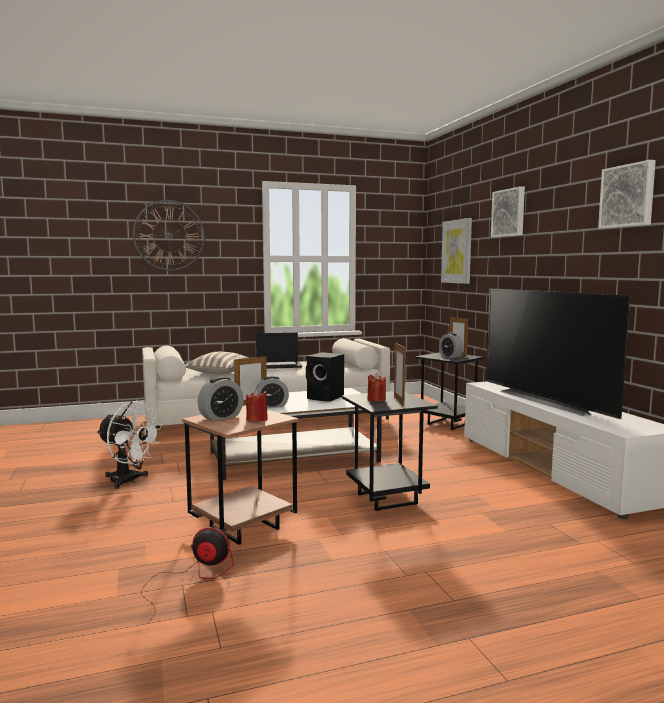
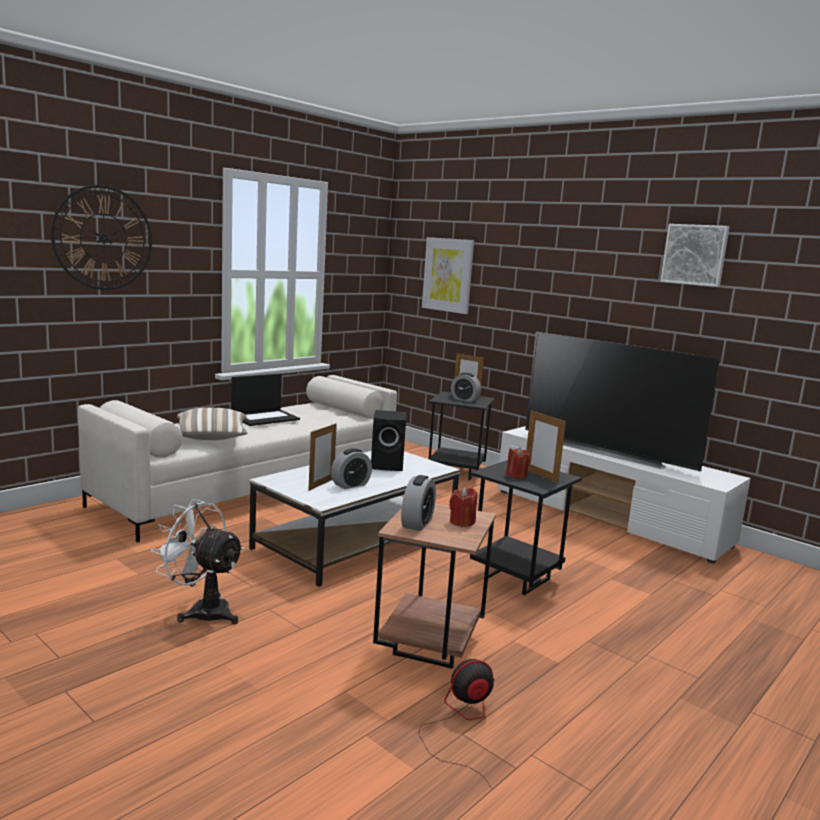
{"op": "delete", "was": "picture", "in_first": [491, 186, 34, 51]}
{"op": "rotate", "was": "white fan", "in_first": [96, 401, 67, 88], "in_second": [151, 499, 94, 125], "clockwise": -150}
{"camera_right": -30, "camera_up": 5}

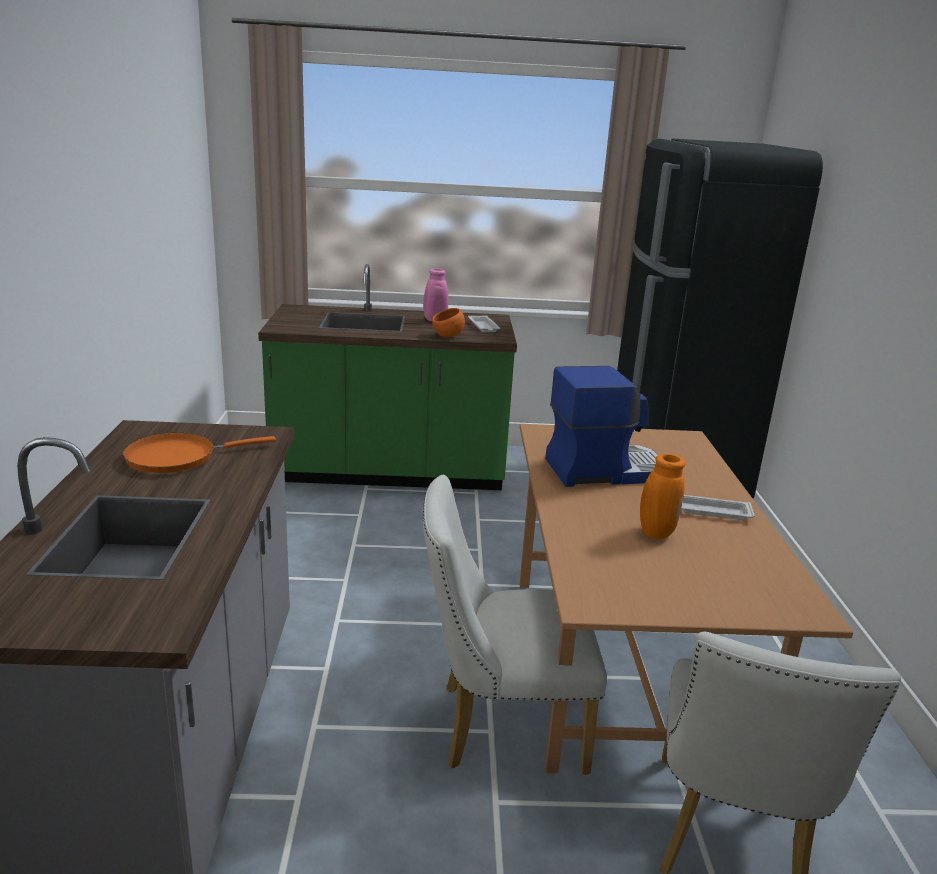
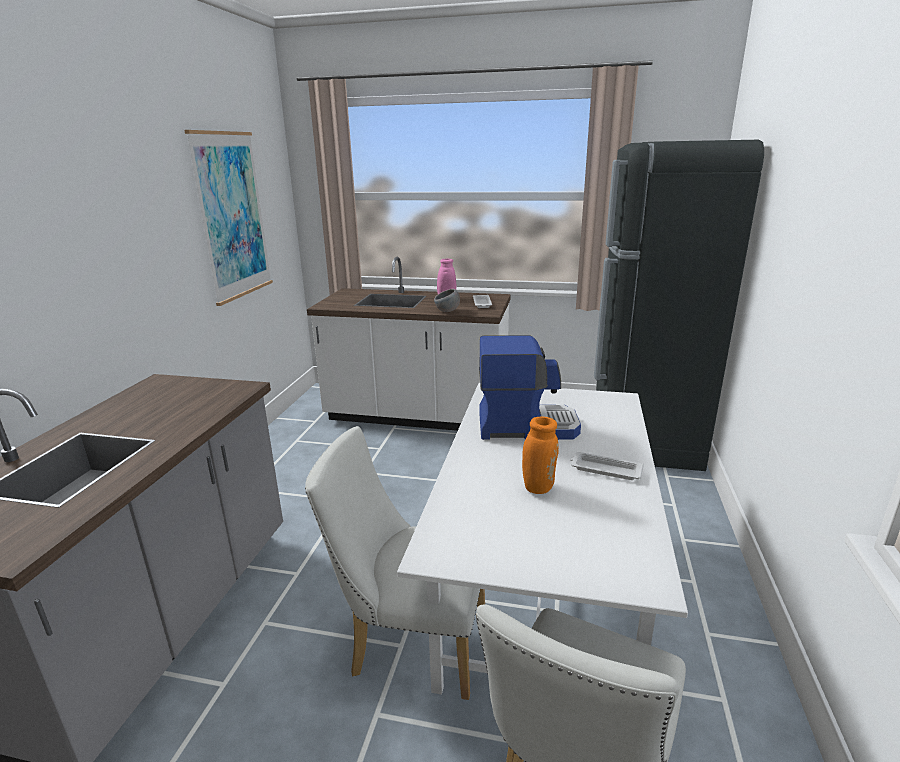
{"op": "delete", "was": "orange frying pan", "in_first": [123, 433, 153, 40]}
{"op": "insert", "now": "picture", "in_second": [185, 130, 88, 176]}
{"op": "recolor", "was": "green counter", "now": "white counter", "in_first": [258, 264, 259, 226], "in_second": [307, 257, 204, 174]}
{"op": "recolor", "was": "orange bowl", "now": "grey bowl", "in_first": [432, 308, 33, 29], "in_second": [434, 289, 26, 23]}
{"op": "recolor", "was": "brown dining table", "now": "white dining table", "in_first": [520, 424, 334, 349], "in_second": [397, 383, 291, 312]}
{"camera_right": 15, "camera_up": 0}

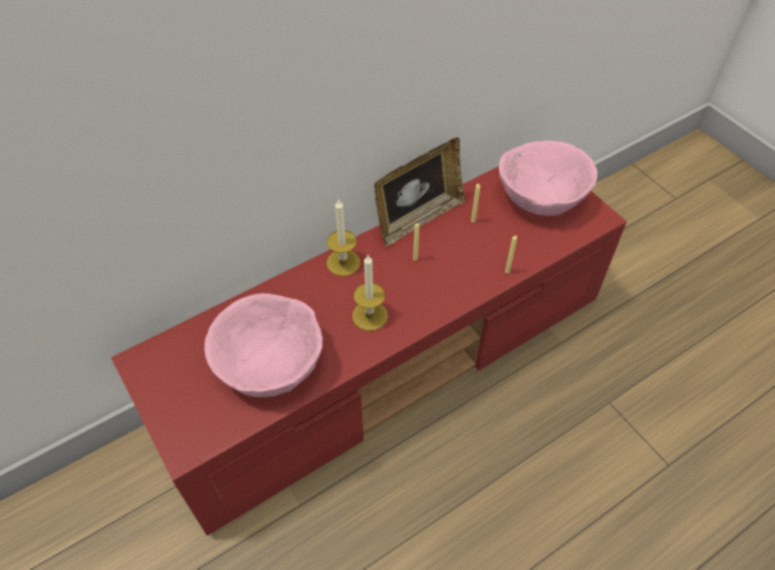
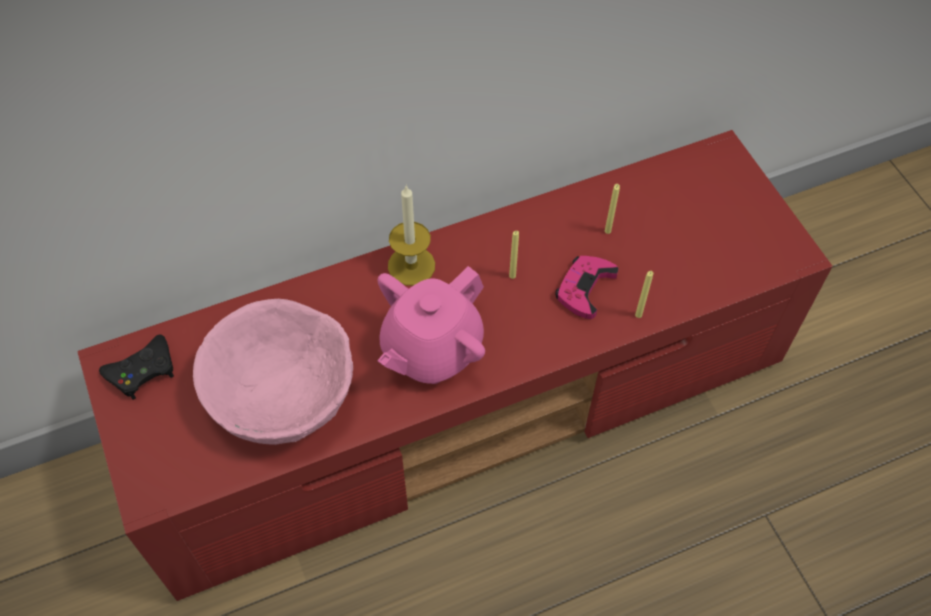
{"op": "delete", "was": "picture frame", "in_first": [374, 138, 91, 109]}
{"op": "delete", "was": "pink bowl", "in_first": [499, 141, 99, 75]}
{"op": "insert", "now": "black game controller", "in_second": [99, 335, 75, 65]}
{"op": "insert", "now": "pink game controller", "in_second": [555, 256, 64, 63]}
{"op": "replace", "was": "candle", "now": "pink teapot", "in_first": [352, 255, 36, 76], "in_second": [377, 266, 108, 118]}
{"camera_right": 10, "camera_up": 5}

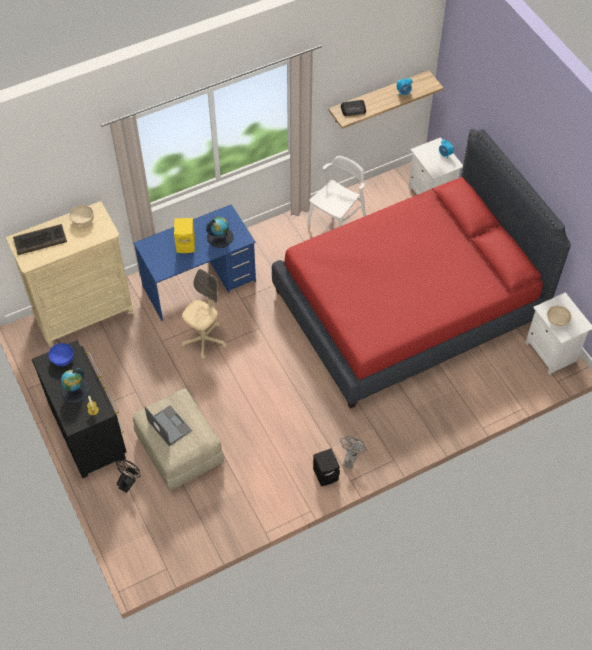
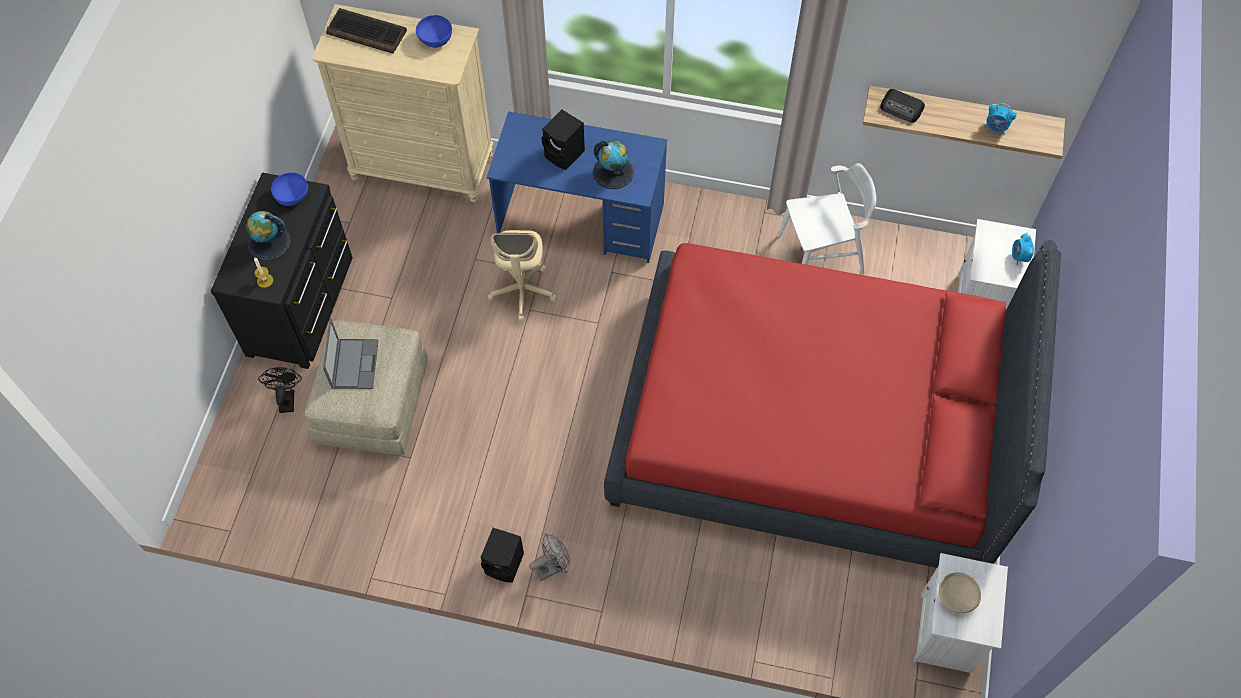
{"op": "recolor", "was": "beige bowl", "now": "blue bowl", "in_first": [69, 205, 25, 21], "in_second": [416, 15, 36, 33]}
{"op": "recolor", "was": "yellow speaker", "now": "black speaker", "in_first": [174, 218, 21, 35], "in_second": [542, 110, 43, 60]}
{"op": "rotate", "was": "black fan", "in_first": [116, 460, 25, 33], "in_second": [258, 367, 44, 46], "clockwise": -75}
{"op": "rotate", "was": "beige office chair", "in_first": [182, 269, 45, 90], "in_second": [488, 230, 69, 92], "clockwise": 105}
{"camera_right": 40, "camera_up": 5}

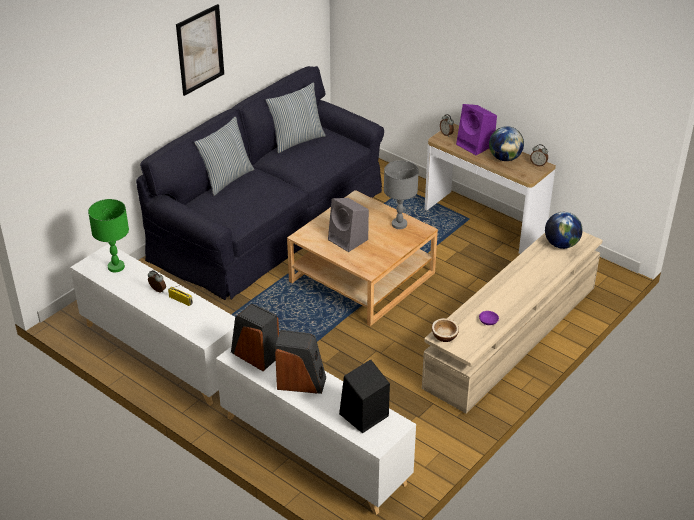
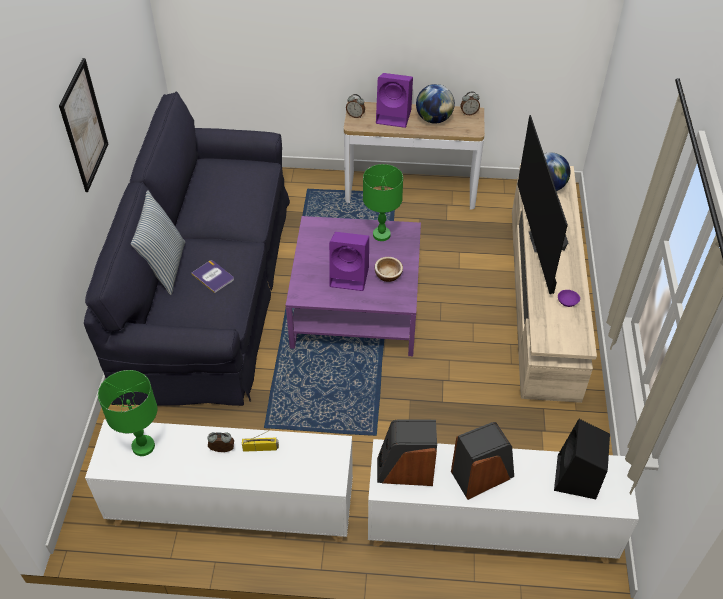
{"op": "delete", "was": "pillow", "in_first": [266, 83, 60, 70]}
{"op": "insert", "now": "book", "in_second": [191, 260, 43, 33]}
{"op": "insert", "now": "television", "in_second": [517, 115, 51, 179]}
{"op": "move", "was": "bowl", "in_first": [432, 318, 27, 24], "in_second": [375, 257, 28, 25]}
{"op": "recolor", "was": "beige coffee table", "now": "purple coffee table", "in_first": [287, 190, 151, 136], "in_second": [286, 216, 135, 140]}
{"op": "recolor", "was": "grey speaker", "now": "purple speaker", "in_first": [328, 198, 41, 54], "in_second": [329, 232, 40, 59]}
{"op": "recolor", "was": "grey table lamp", "now": "green table lamp", "in_first": [384, 160, 35, 69], "in_second": [363, 164, 40, 77]}
{"camera_right": -35, "camera_up": 10}

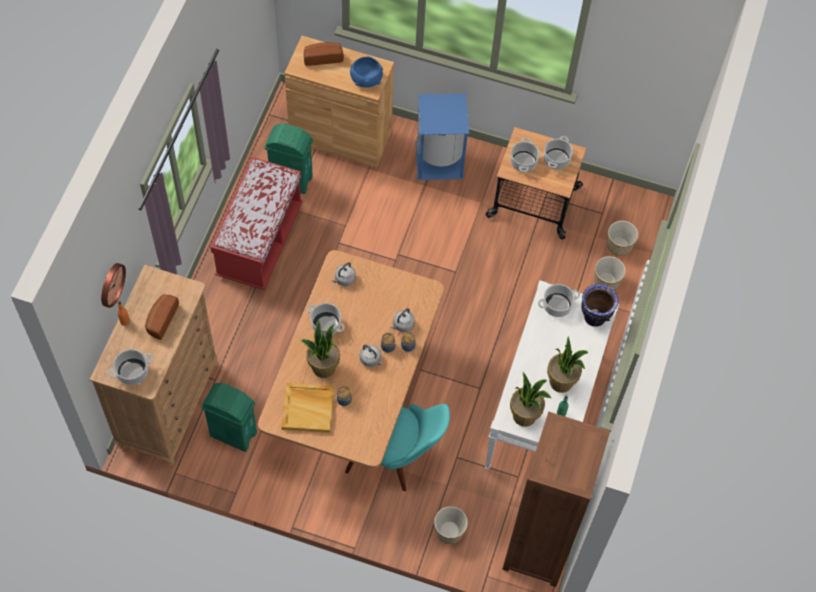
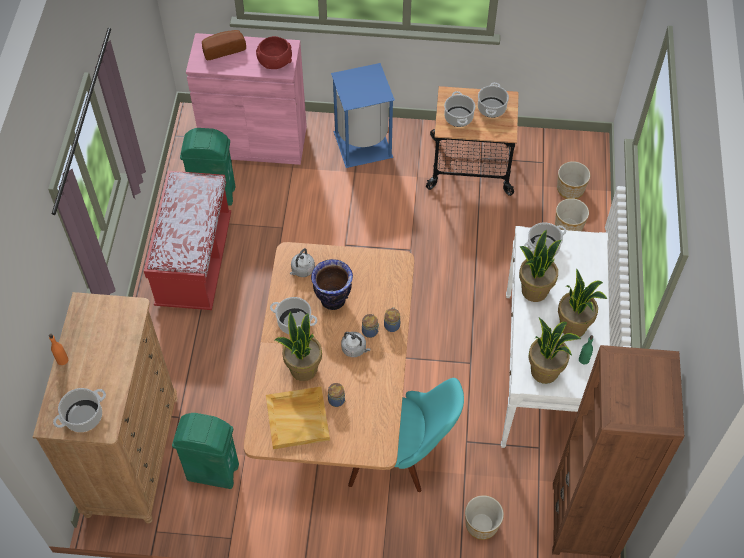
{"op": "delete", "was": "wall clock", "in_first": [101, 263, 25, 45]}
{"op": "delete", "was": "bread", "in_first": [145, 294, 34, 46]}
{"op": "delete", "was": "grey kettle", "in_first": [390, 308, 25, 24]}
{"op": "insert", "now": "potted plant", "in_second": [519, 230, 42, 72]}
{"op": "move", "was": "vase", "in_first": [581, 284, 38, 43], "in_second": [311, 259, 42, 51]}
{"op": "recolor", "was": "brown cabinet", "now": "pink cabinet", "in_first": [285, 36, 109, 132], "in_second": [186, 33, 121, 132]}
{"op": "recolor", "was": "blue bowl", "now": "red bowl", "in_first": [350, 56, 33, 32], "in_second": [256, 36, 36, 33]}
{"camera_right": -10, "camera_up": -5}

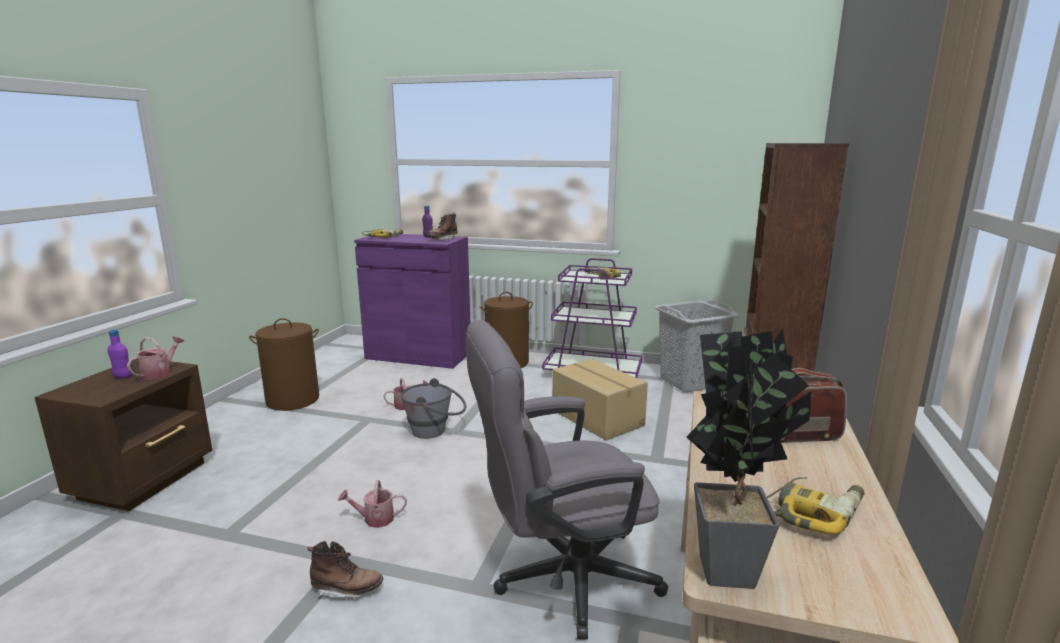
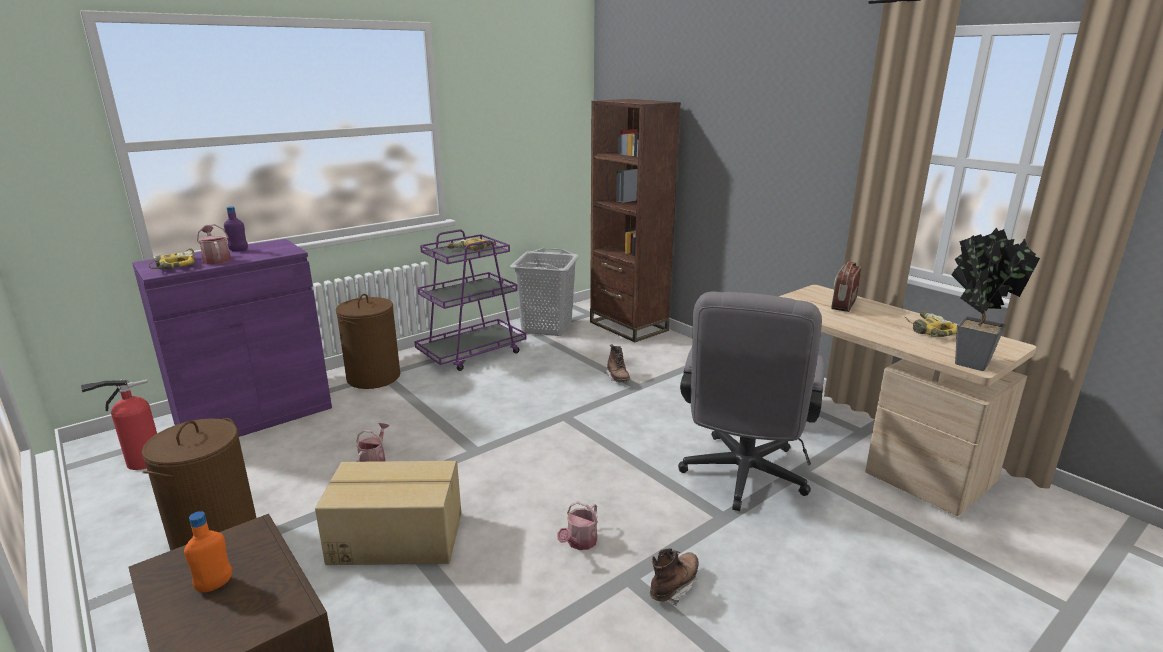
{"op": "delete", "was": "grey bucket", "in_first": [400, 378, 66, 61]}
{"op": "insert", "now": "fire extinguisher", "in_second": [81, 379, 76, 91]}
{"op": "move", "was": "watering can", "in_first": [127, 336, 57, 44], "in_second": [197, 224, 34, 41]}
{"op": "move", "was": "brown boot", "in_first": [427, 213, 31, 27], "in_second": [604, 344, 26, 38]}
{"op": "move", "was": "cardboard box", "in_first": [552, 359, 96, 82], "in_second": [315, 461, 146, 104]}
{"op": "recolor", "was": "purple bottle", "now": "orange bottle", "in_first": [107, 330, 25, 49], "in_second": [184, 511, 48, 82]}
{"camera_right": -55, "camera_up": 5}

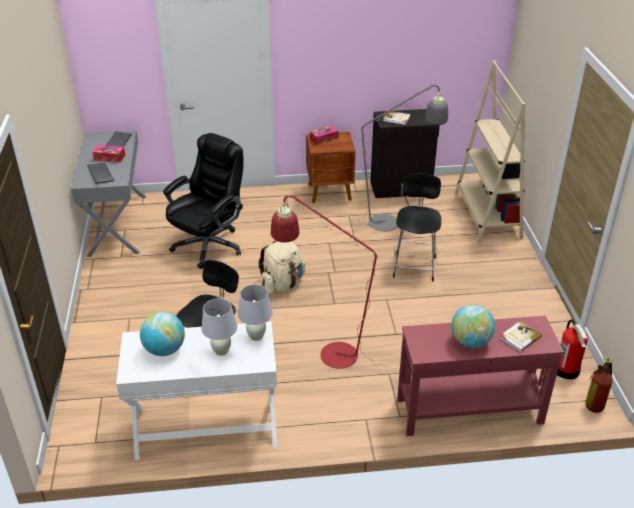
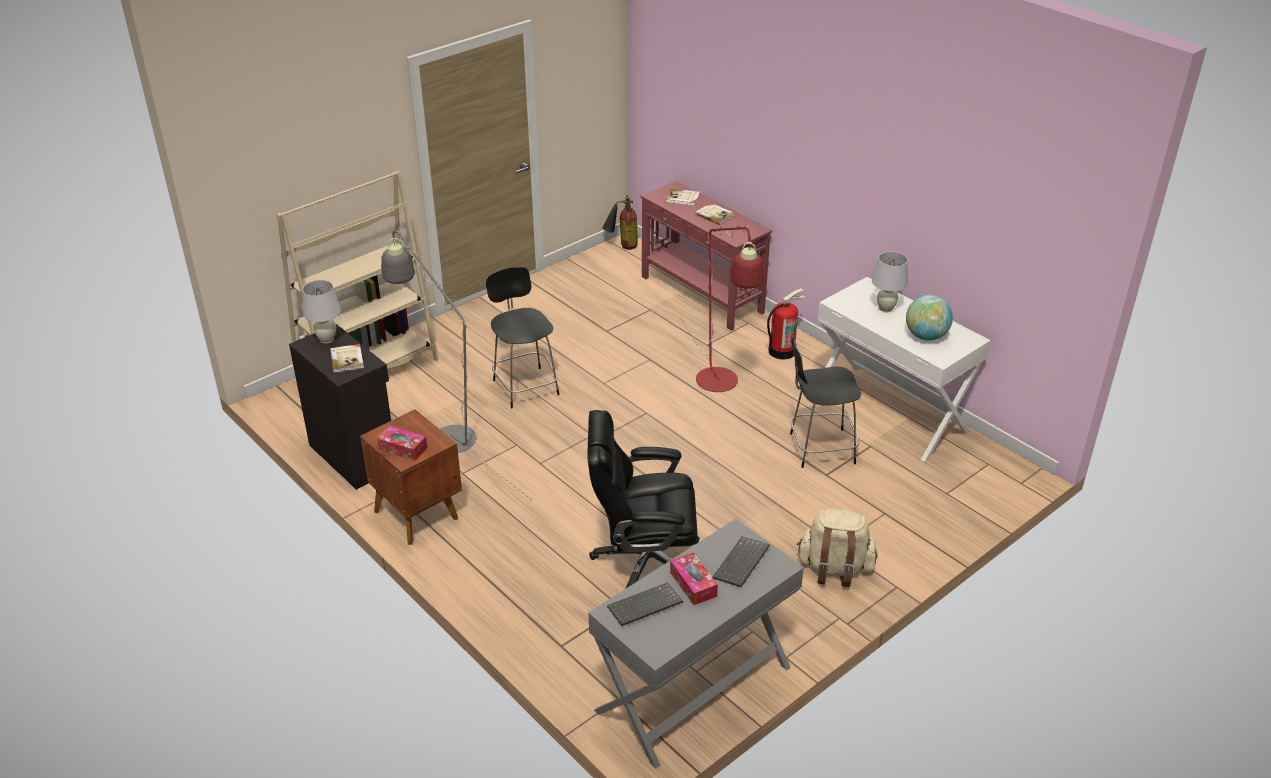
{"op": "move", "was": "white table lamp", "in_first": [238, 284, 35, 57], "in_second": [303, 280, 38, 64]}
{"op": "move", "was": "beige backpack", "in_first": [258, 241, 47, 53], "in_second": [797, 509, 80, 78]}
{"op": "move", "was": "fire extinguisher", "in_first": [557, 319, 31, 60], "in_second": [767, 288, 38, 71]}
{"op": "replace", "was": "globe", "now": "book", "in_first": [451, 304, 44, 44], "in_second": [695, 203, 39, 22]}
{"op": "rotate", "was": "black chair", "in_first": [393, 173, 48, 109], "in_second": [486, 267, 73, 142], "clockwise": 90}
{"camera_right": -125, "camera_up": 0}

